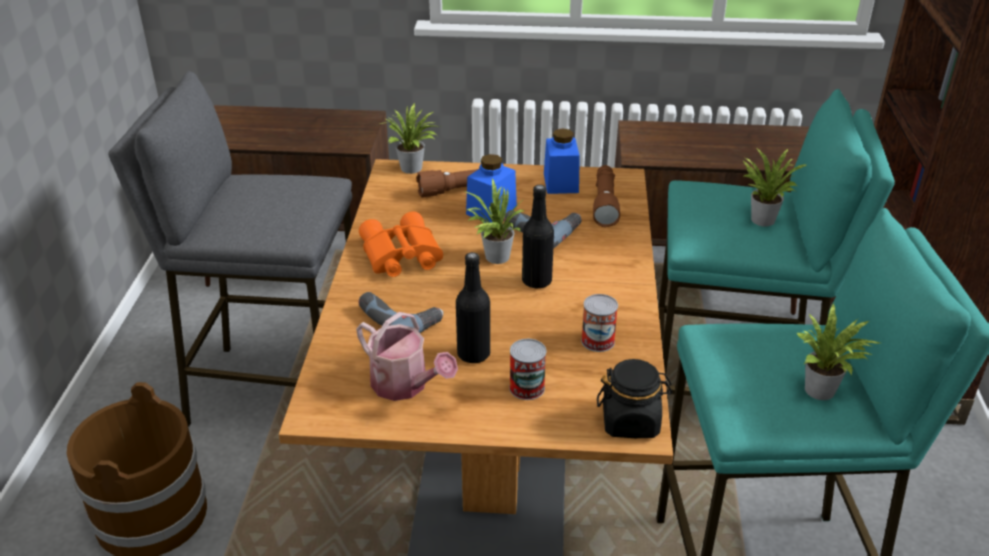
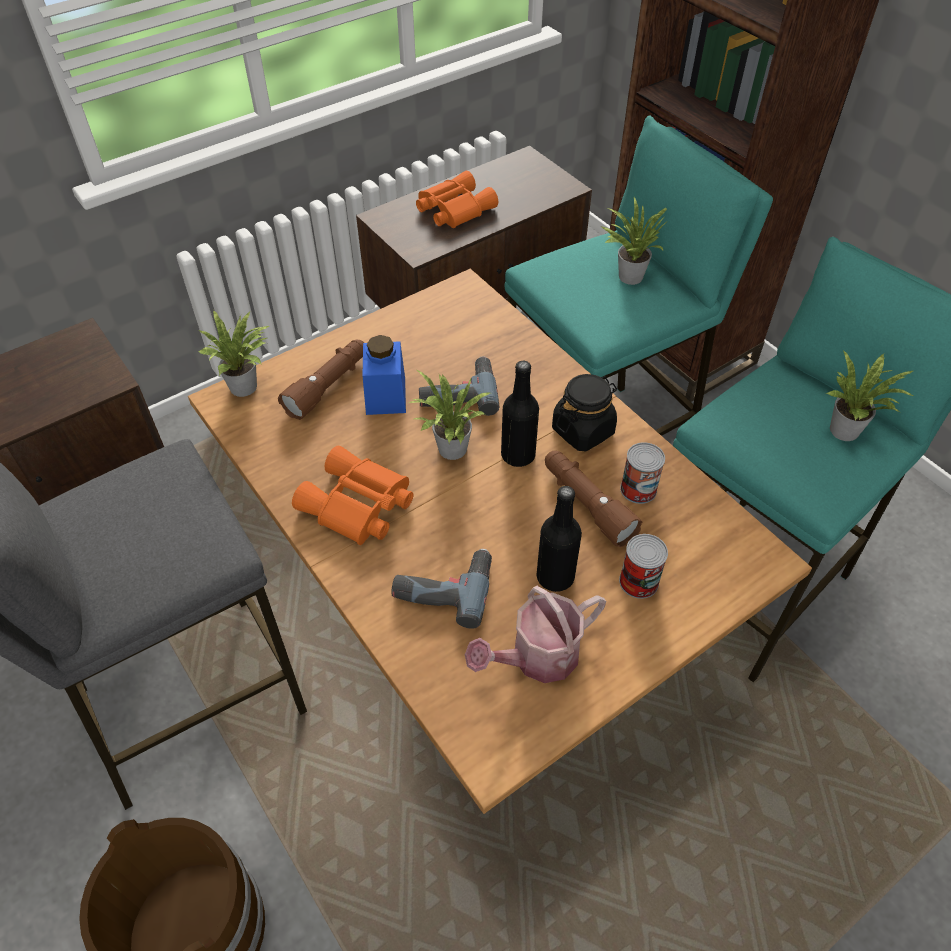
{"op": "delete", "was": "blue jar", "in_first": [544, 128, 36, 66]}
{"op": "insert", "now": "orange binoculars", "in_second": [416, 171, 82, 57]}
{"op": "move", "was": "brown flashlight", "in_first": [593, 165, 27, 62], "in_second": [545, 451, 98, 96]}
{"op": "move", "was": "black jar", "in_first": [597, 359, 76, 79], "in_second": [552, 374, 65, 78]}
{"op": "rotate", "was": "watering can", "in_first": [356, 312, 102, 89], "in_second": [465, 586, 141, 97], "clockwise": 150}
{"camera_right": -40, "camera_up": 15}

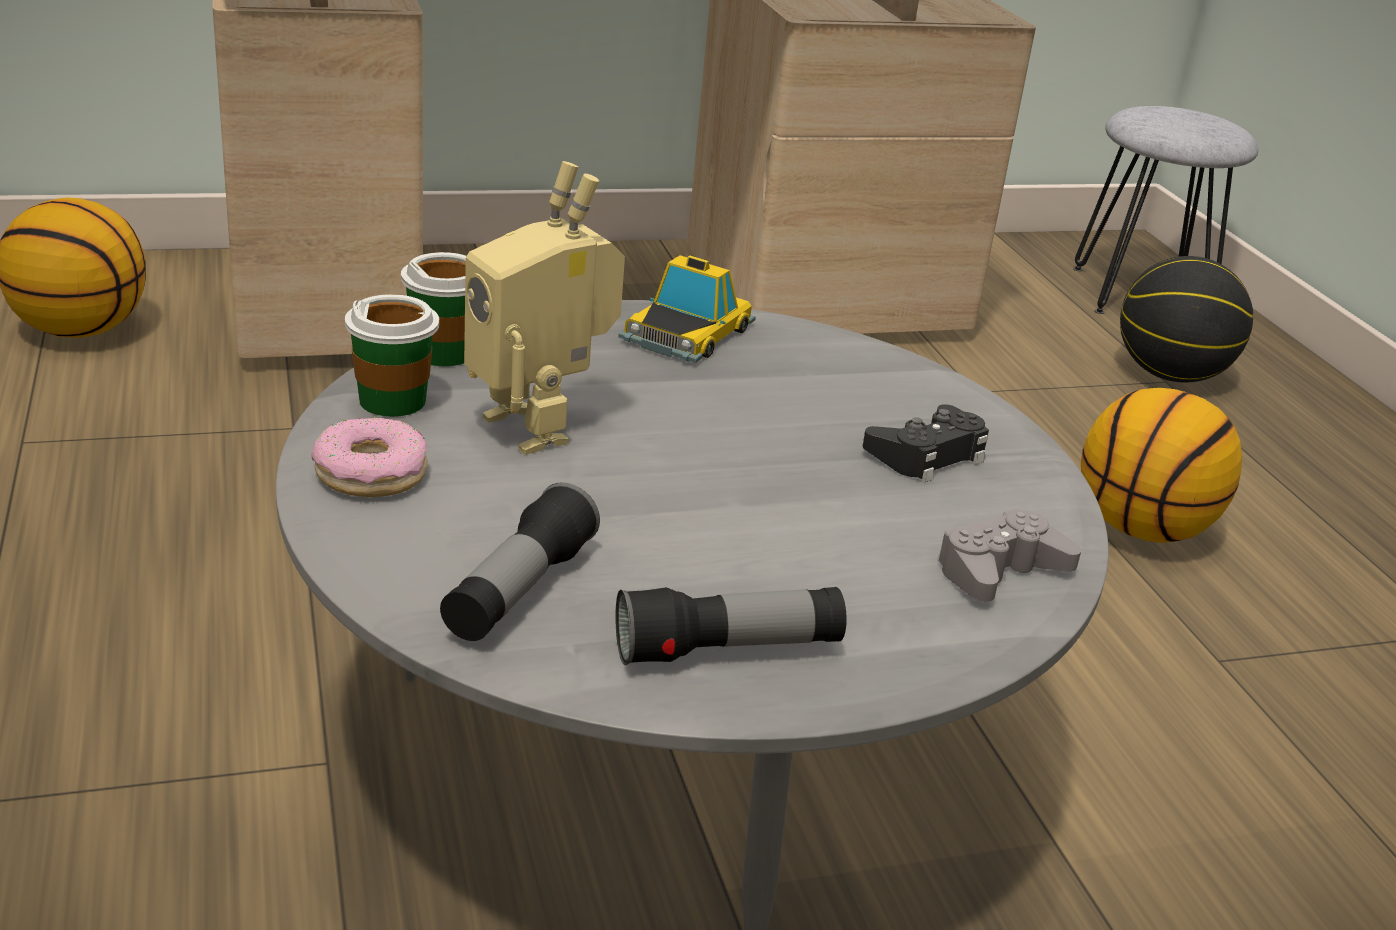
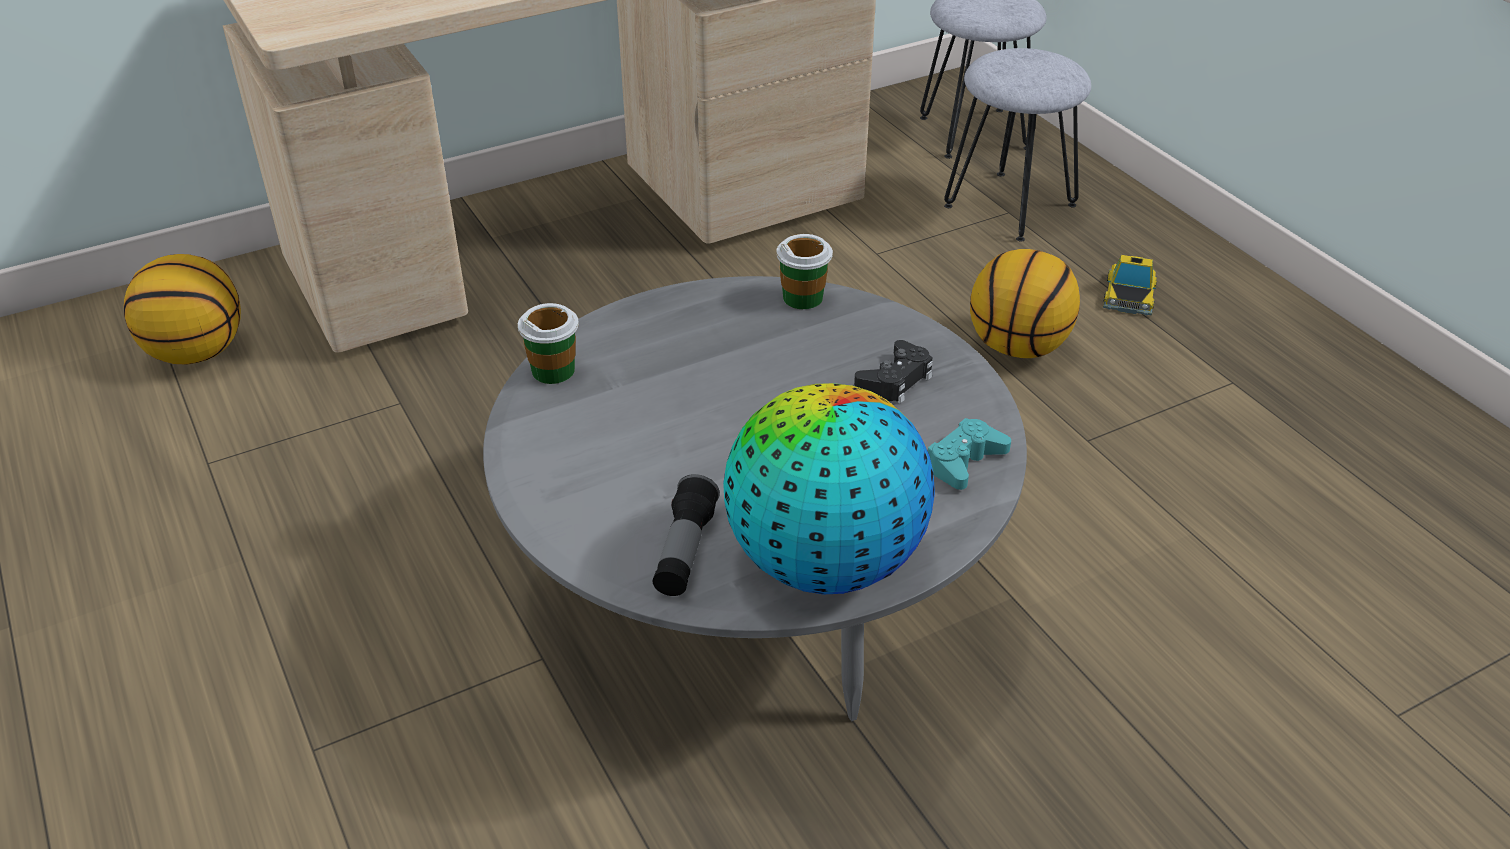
{"op": "delete", "was": "donut", "in_first": [311, 417, 117, 80]}
{"op": "delete", "was": "toy robot", "in_first": [464, 161, 161, 294]}
{"op": "move", "was": "cup", "in_first": [345, 294, 94, 123], "in_second": [776, 234, 57, 75]}
{"op": "move", "was": "toy car", "in_first": [618, 255, 138, 108], "in_second": [1103, 255, 54, 60]}
{"op": "replace", "was": "flashlight", "now": "globe", "in_first": [615, 587, 232, 78], "in_second": [723, 383, 212, 211]}
{"op": "replace", "was": "basketball", "now": "grey stool", "in_first": [1120, 256, 133, 127], "in_second": [944, 48, 147, 194]}
{"op": "recolor", "was": "grey game controller", "now": "turquoise game controller", "in_first": [937, 508, 144, 94], "in_second": [928, 418, 83, 72]}
{"camera_right": -10, "camera_up": 10}

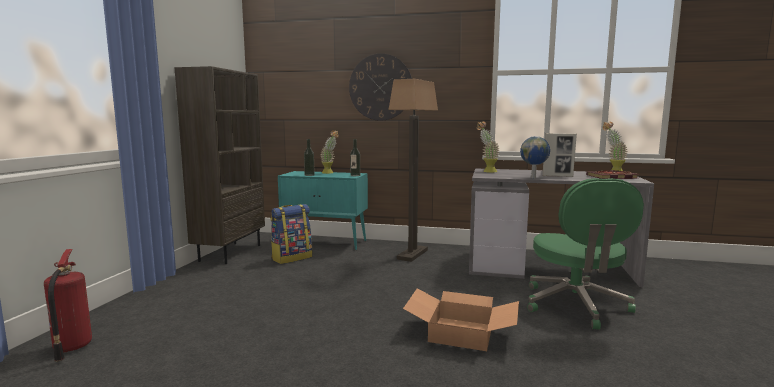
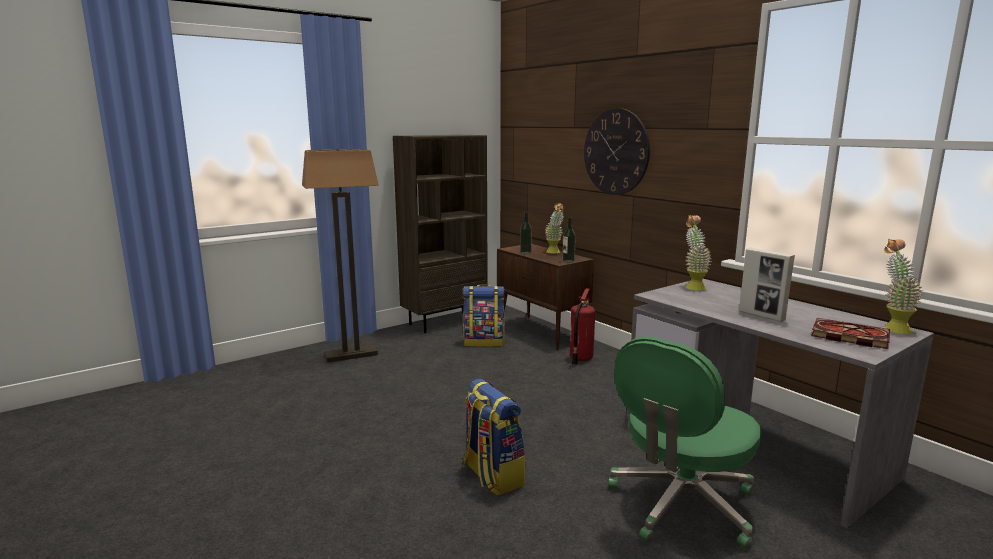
{"op": "delete", "was": "globe", "in_first": [520, 136, 30, 42]}
{"op": "move", "was": "fire extinguisher", "in_first": [44, 249, 48, 113], "in_second": [570, 288, 25, 77]}
{"op": "move", "was": "floor lamp", "in_first": [388, 79, 50, 183], "in_second": [302, 149, 77, 213]}
{"op": "replace", "was": "cardboard box", "now": "backpack", "in_first": [403, 288, 116, 63], "in_second": [462, 379, 63, 117]}
{"op": "recolor", "was": "turquoise cabinet", "now": "brown cabinet", "in_first": [278, 171, 90, 79], "in_second": [497, 244, 97, 106]}
{"camera_right": 40, "camera_up": 5}

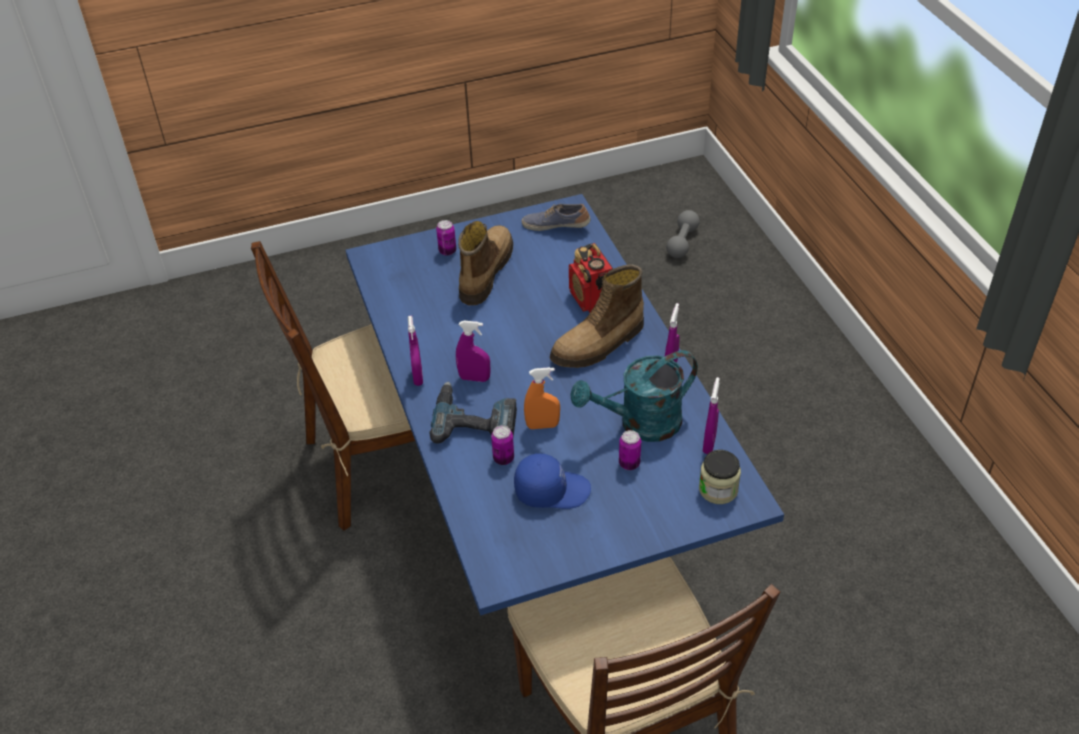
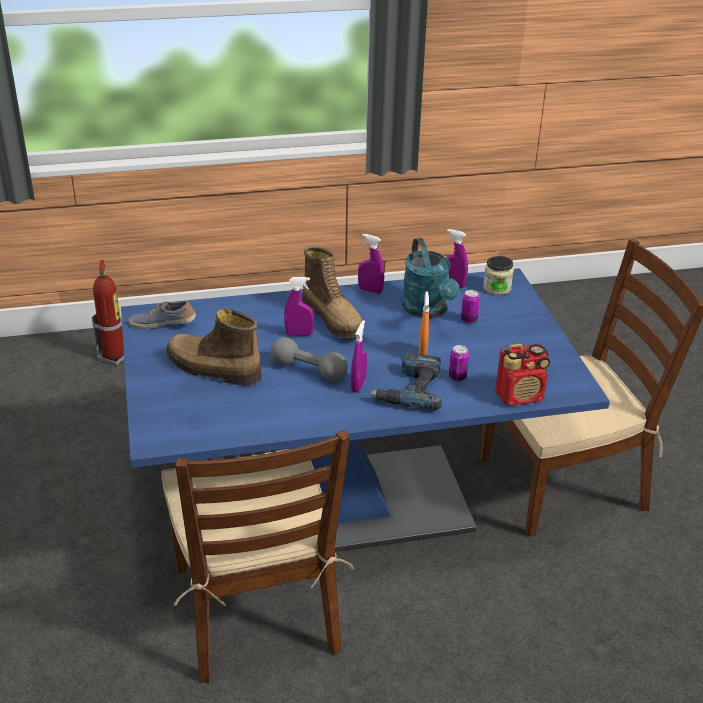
{"op": "delete", "was": "can", "in_first": [436, 220, 20, 36]}
{"op": "delete", "was": "blue cap", "in_first": [514, 453, 77, 56]}
{"op": "insert", "now": "fire extinguisher", "in_second": [92, 260, 32, 106]}
{"op": "move", "was": "purple spray bottle", "in_first": [408, 316, 15, 70], "in_second": [284, 277, 30, 59]}
{"op": "move", "was": "radio", "in_first": [569, 243, 44, 69], "in_second": [495, 343, 55, 63]}
{"op": "move", "was": "grey dumbbell", "in_first": [666, 210, 34, 48], "in_second": [270, 337, 78, 44]}
{"op": "rotate", "was": "shoe", "in_first": [522, 204, 69, 27], "in_second": [129, 300, 67, 29], "clockwise": 75}
{"camera_right": -85, "camera_up": -10}

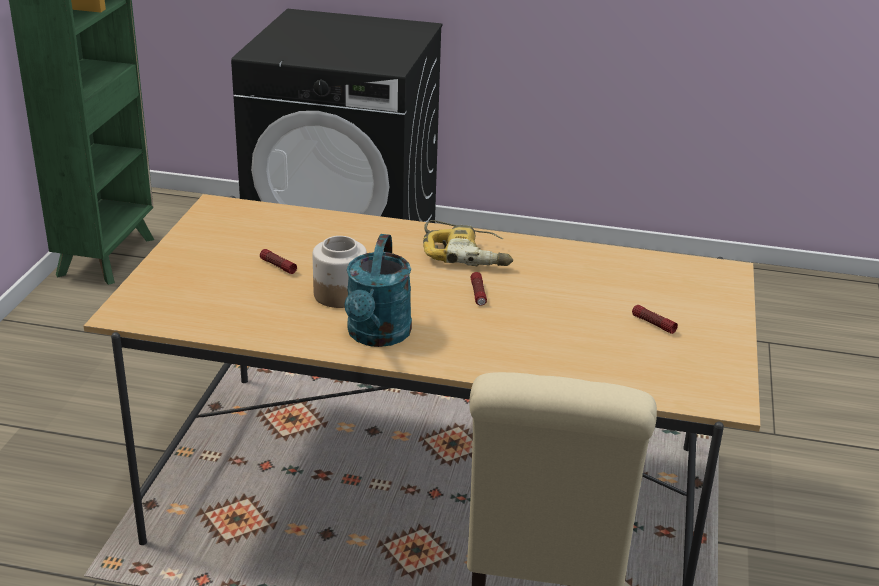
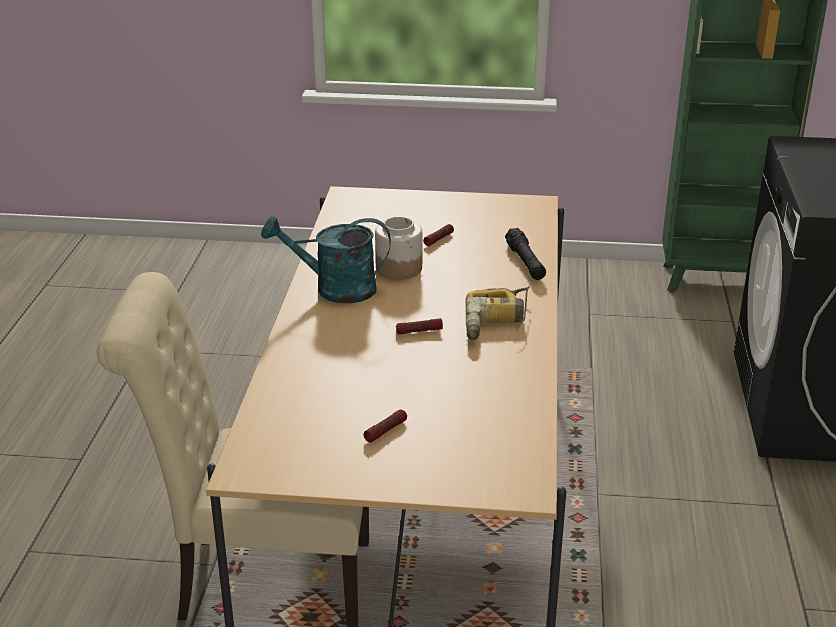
{"op": "insert", "now": "black flashlight", "in_second": [505, 228, 41, 52]}
{"camera_right": 85, "camera_up": 0}

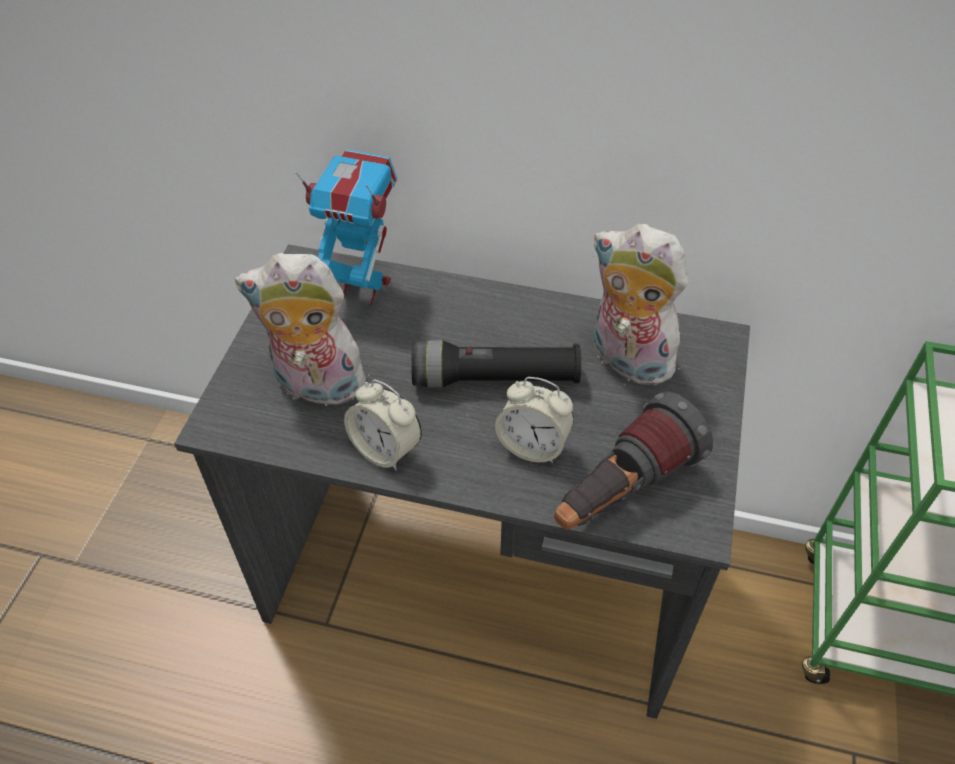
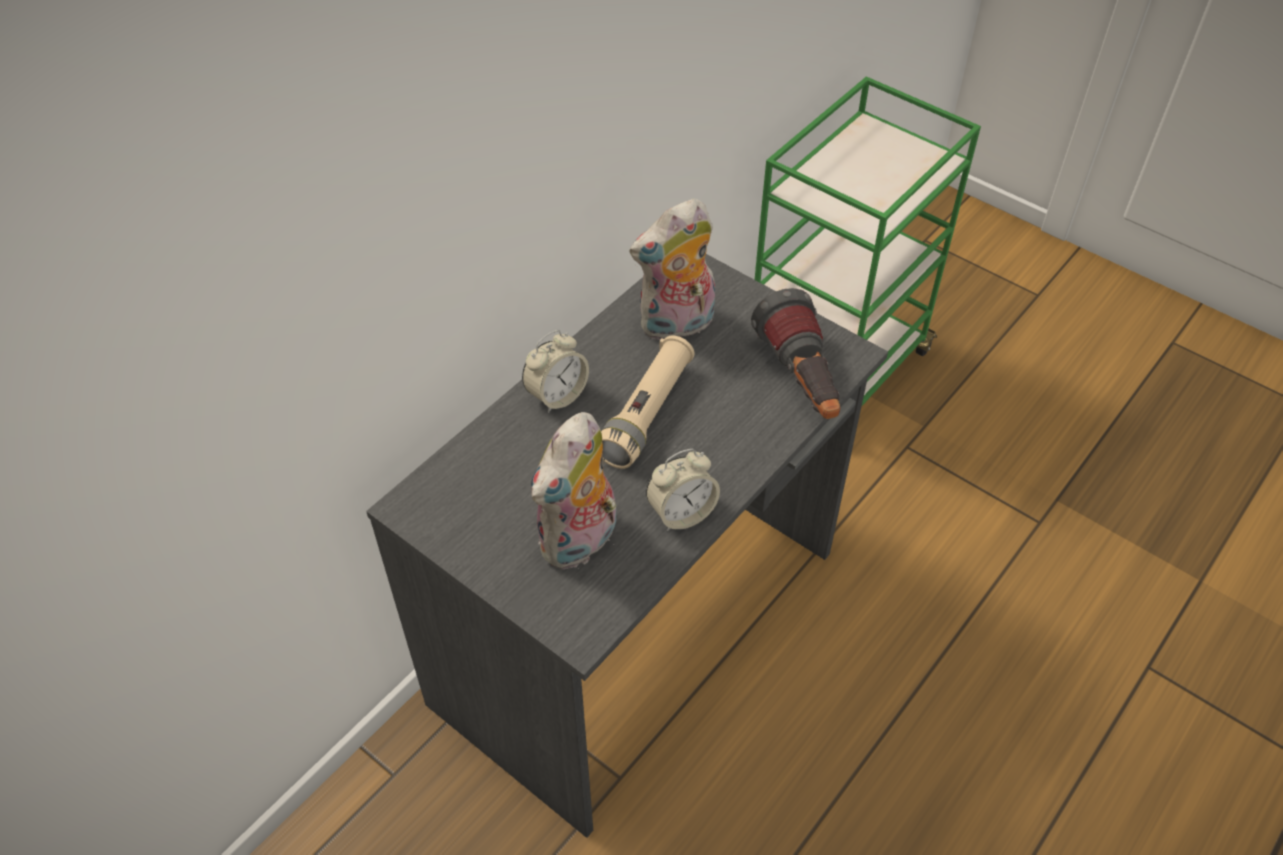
{"op": "delete", "was": "toy robot", "in_first": [295, 149, 103, 156]}
{"op": "move", "was": "alarm clock", "in_first": [495, 377, 79, 86], "in_second": [522, 330, 67, 83]}
{"op": "recolor", "was": "black flashlight", "now": "beige flashlight", "in_first": [411, 340, 170, 47], "in_second": [601, 336, 94, 133]}
{"camera_right": -65, "camera_up": 0}

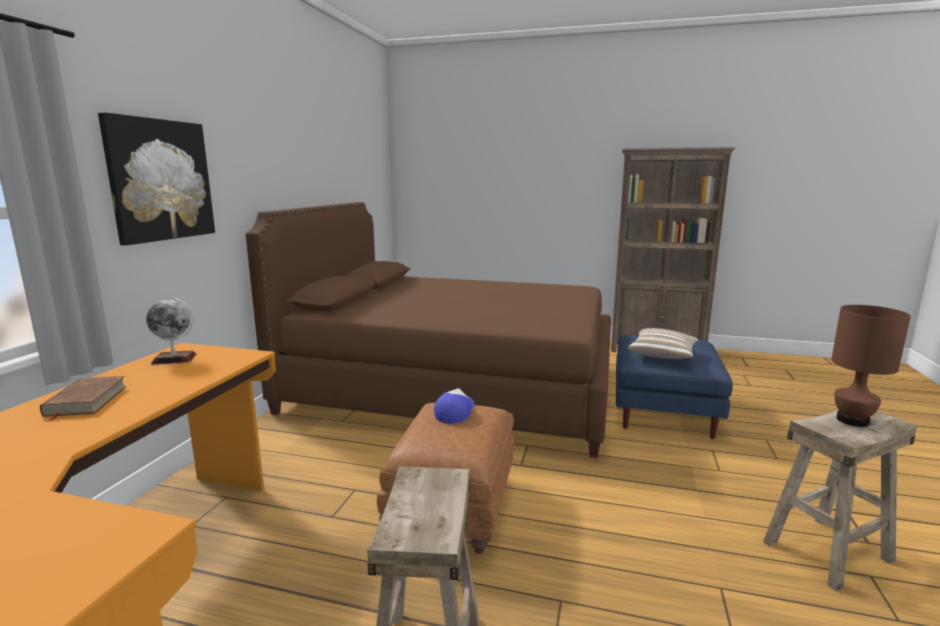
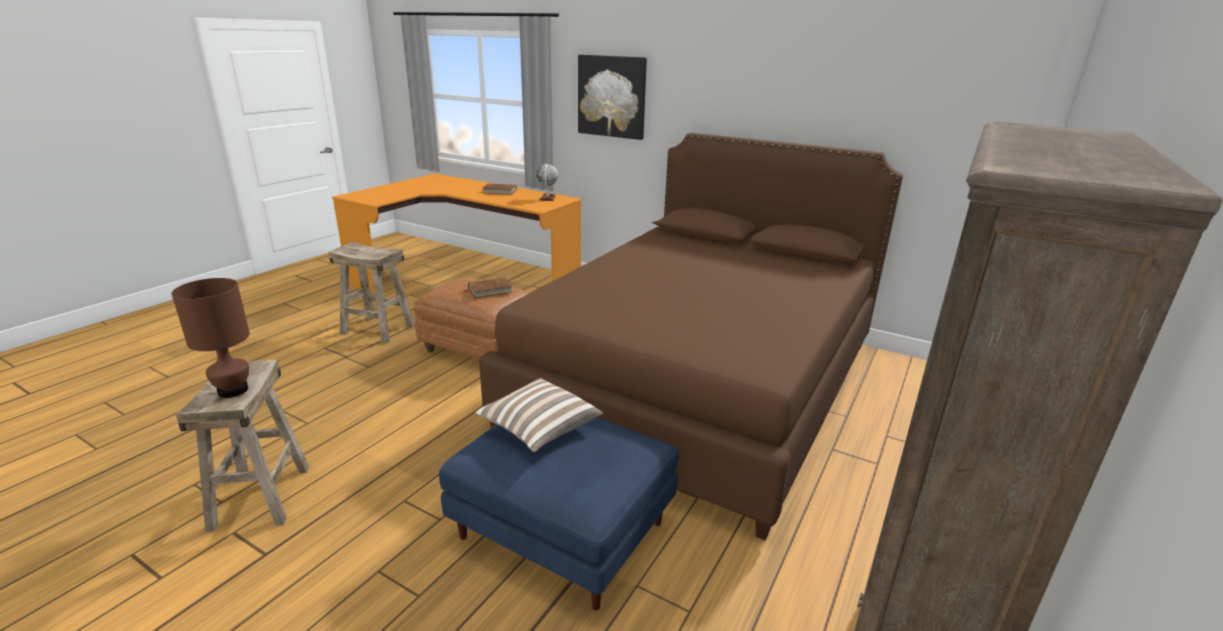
{"op": "replace", "was": "cap", "now": "brown book", "in_first": [434, 388, 41, 36], "in_second": [465, 277, 48, 21]}
{"camera_right": 105, "camera_up": 10}

